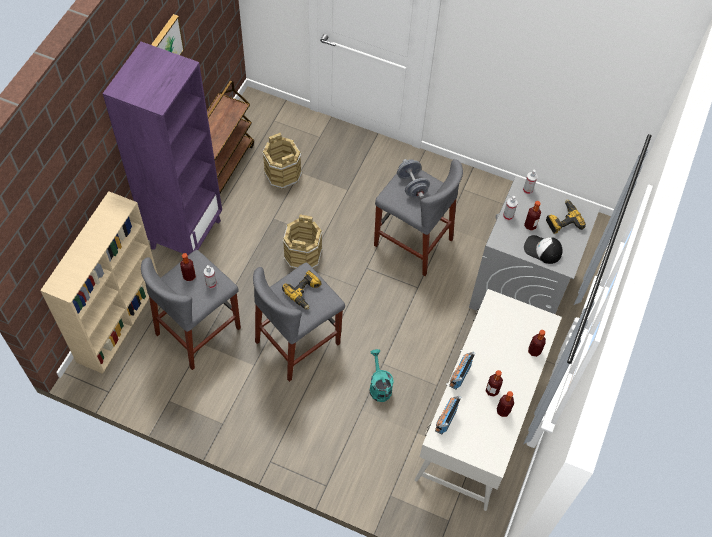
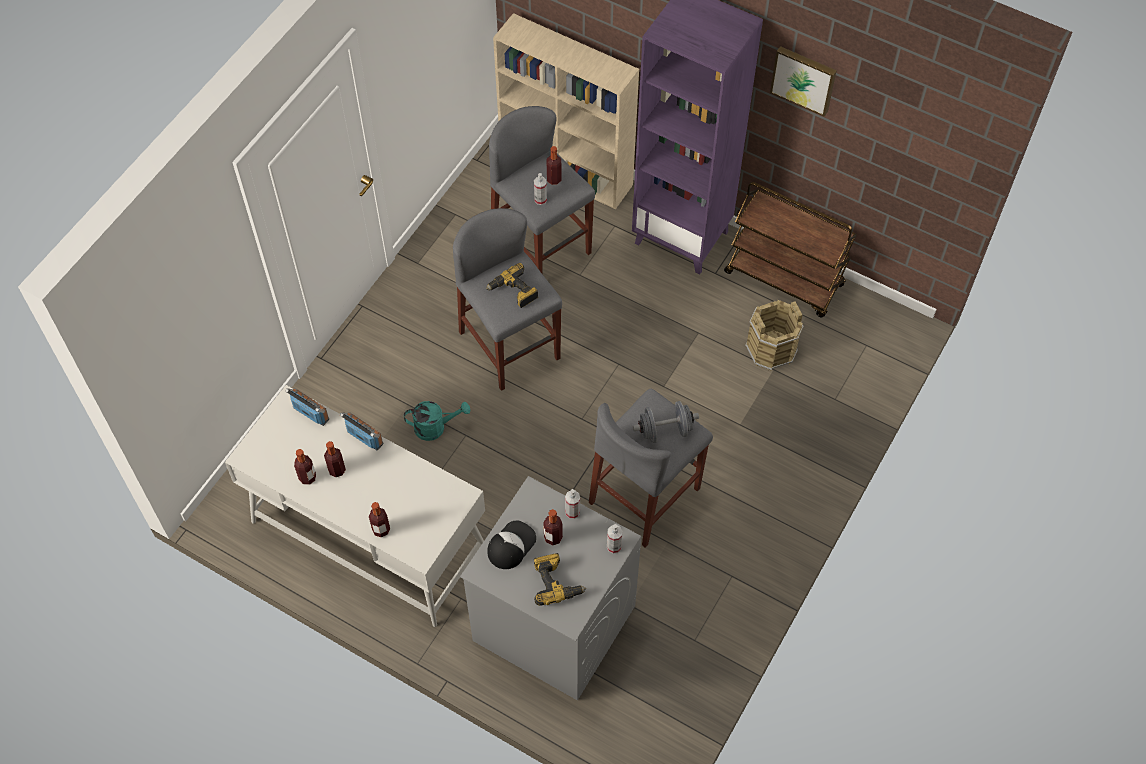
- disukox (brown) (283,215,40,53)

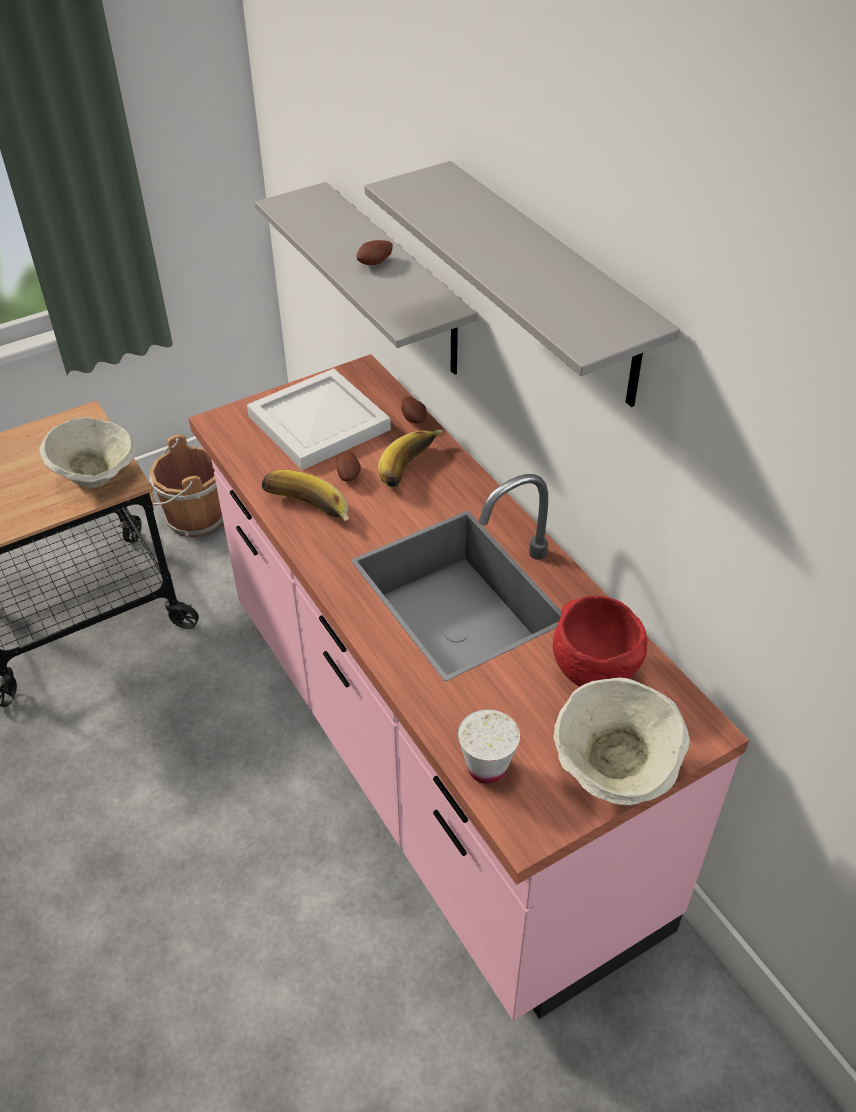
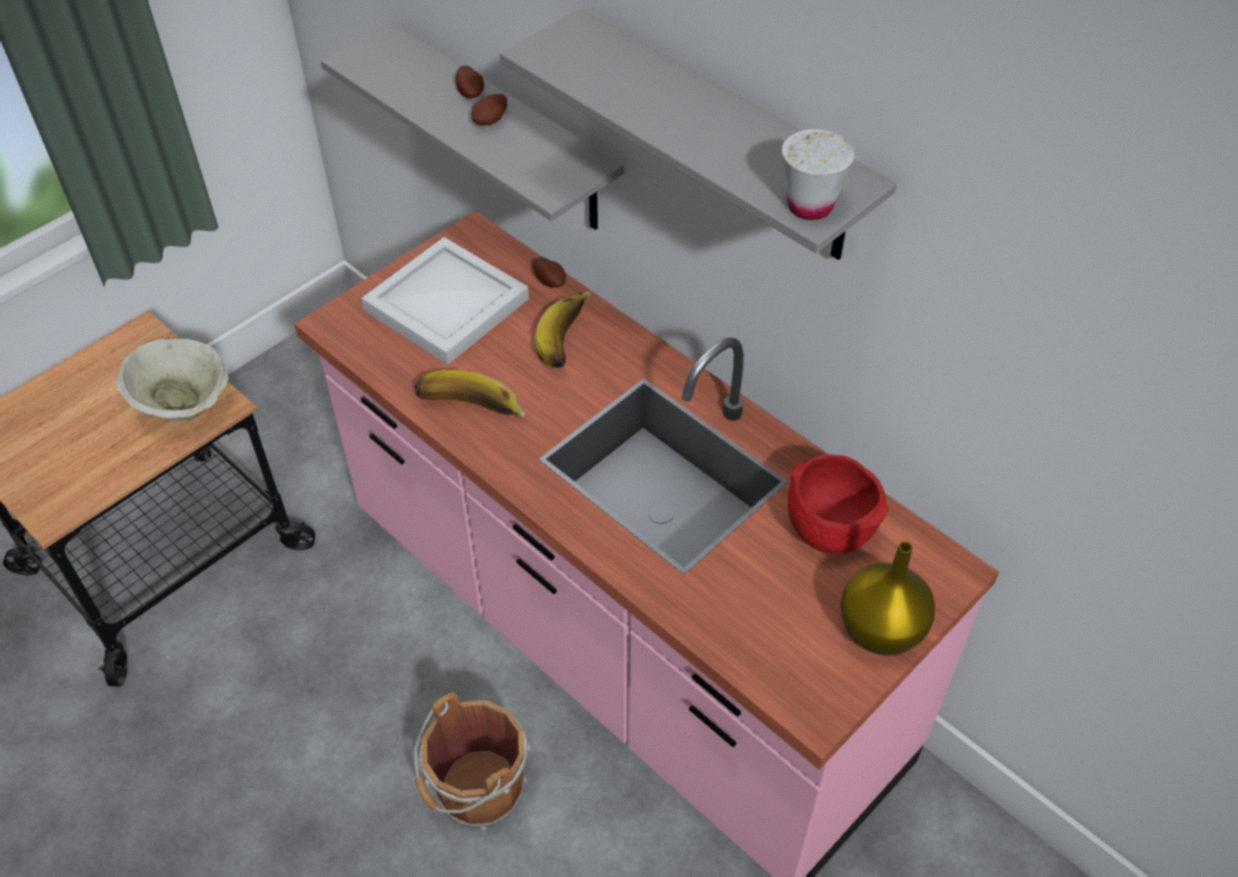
~ disukox (brown) (149,435,74,102) to (414,692,117,139)
~ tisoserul (336,450,25,32) to (455,66,29,32)
~ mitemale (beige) (554,678,136,127) to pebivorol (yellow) (840,541,95,115)
~ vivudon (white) (458,709,62,75) to (782,129,73,91)

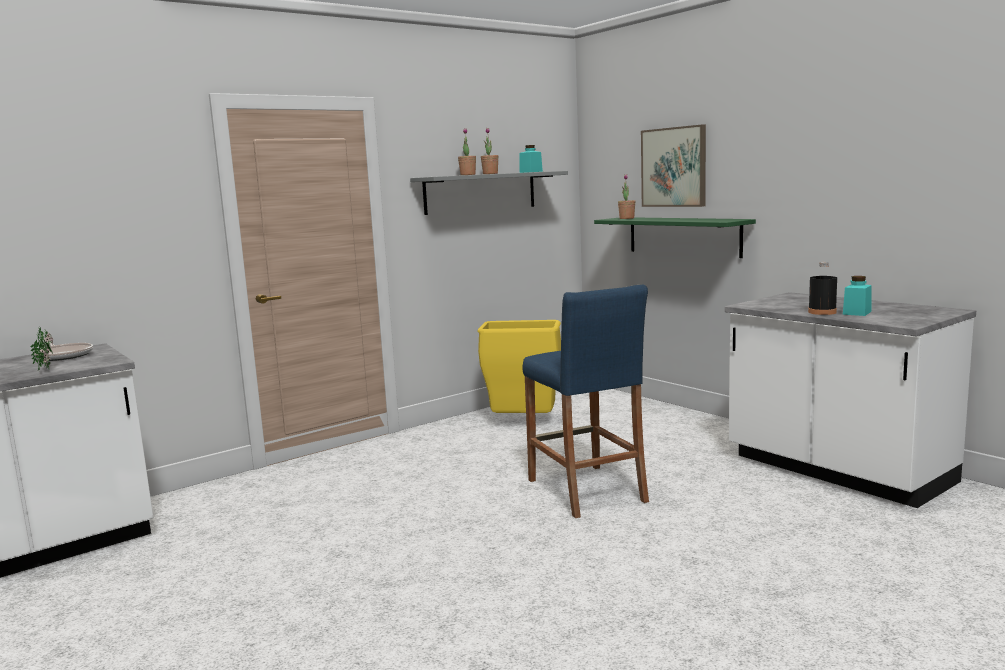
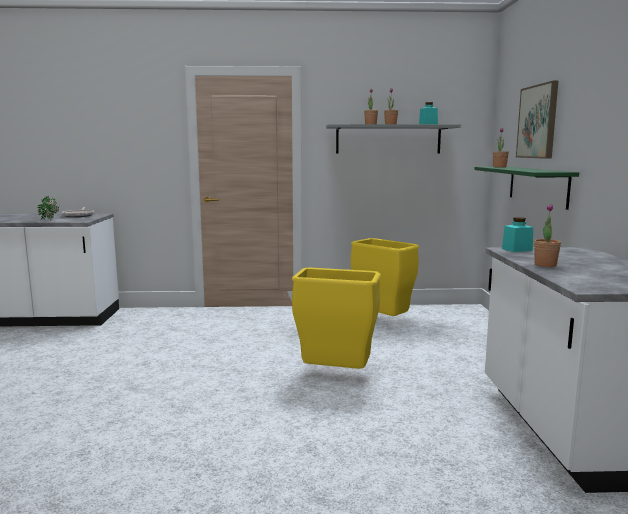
~ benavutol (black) (808,262,29,53) to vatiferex (534,204,27,63)
~ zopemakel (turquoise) (843,276,28,40) to (502,217,31,35)
~ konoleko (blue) (523,284,126,234) to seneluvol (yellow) (292,268,89,101)

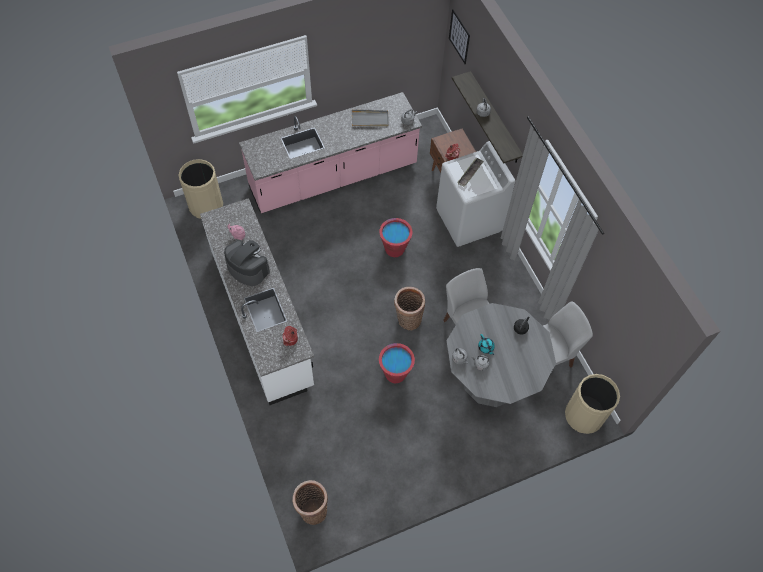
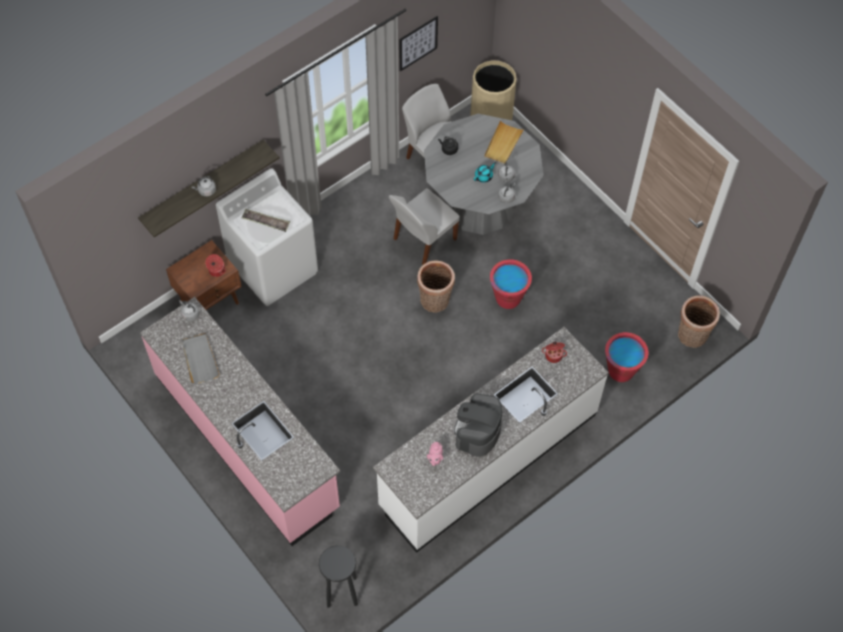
~ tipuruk (449,9,21,55) to (399,16,39,56)
~ seneluvol (beige) (178,159,45,60) to konoleko (black) (319,545,39,63)
~ disukox (red) (379,218,33,39) to (605,332,44,50)
+ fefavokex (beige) (484,120,40,44)

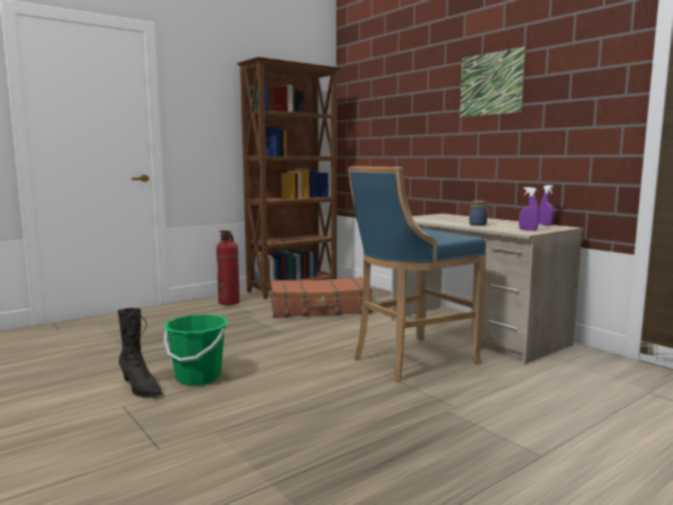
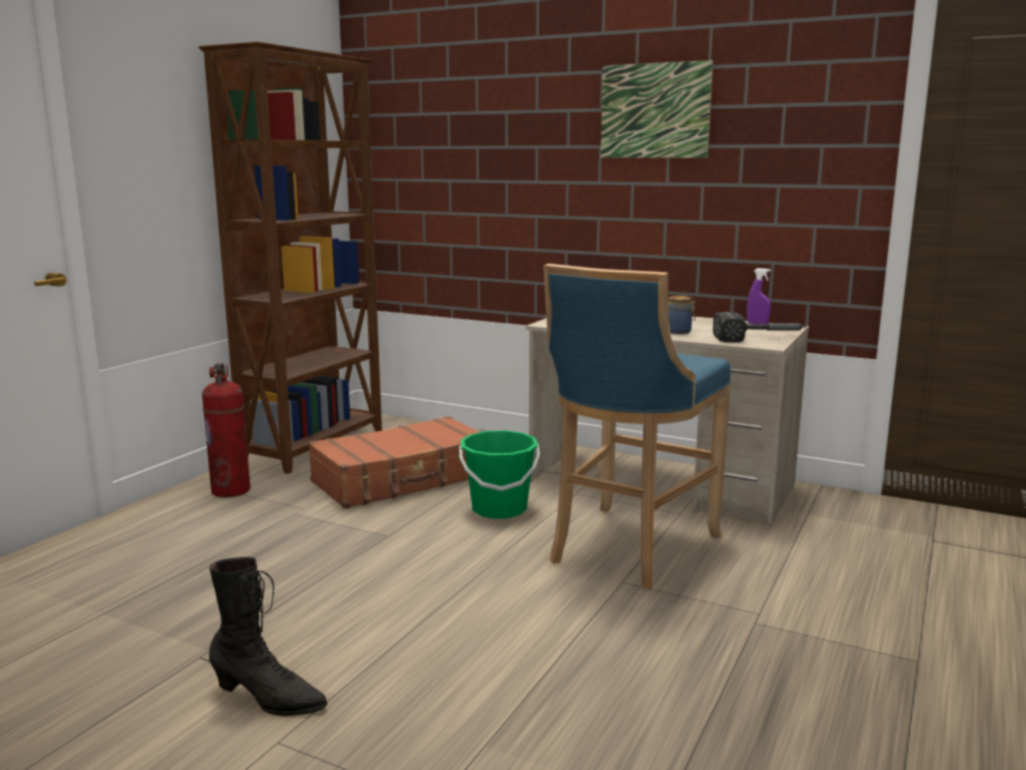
~ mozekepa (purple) (519,187,20,44) to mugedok (713,312,93,30)
~ disukox (green) (164,314,64,72) to (459,430,81,89)

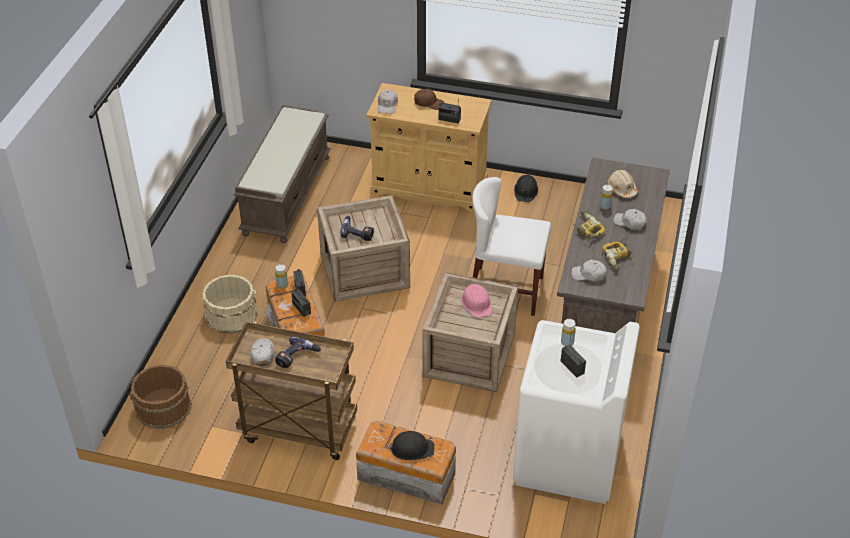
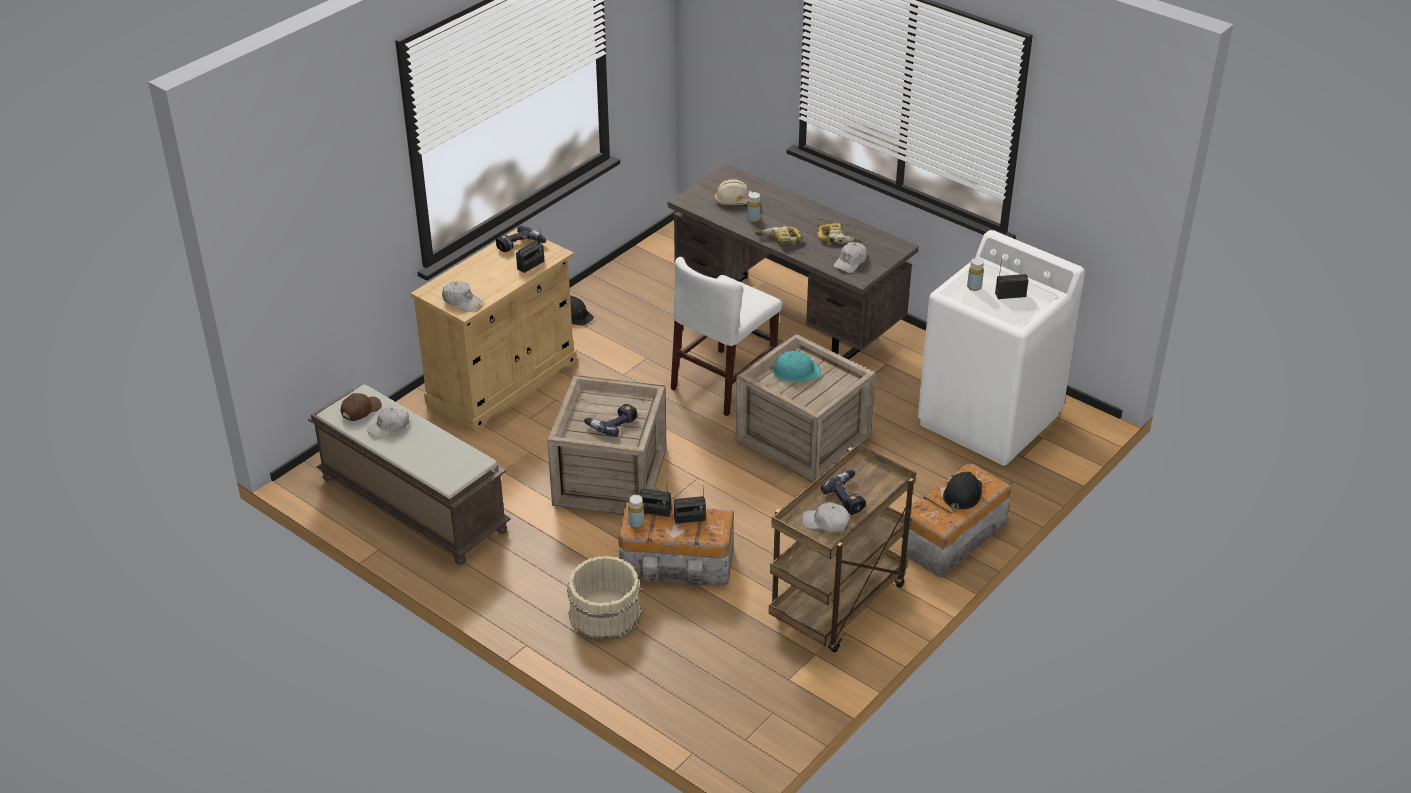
~ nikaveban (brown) (414,89,30,21) to (341,393,41,28)
~ nikaveban (white) (613,209,34,21) to (367,406,42,33)
~ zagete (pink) (461,284,31,34) to zagete (turquoise) (770,351,51,30)
- disukox (brown) (130,364,62,65)
+ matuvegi (496,225,51,27)

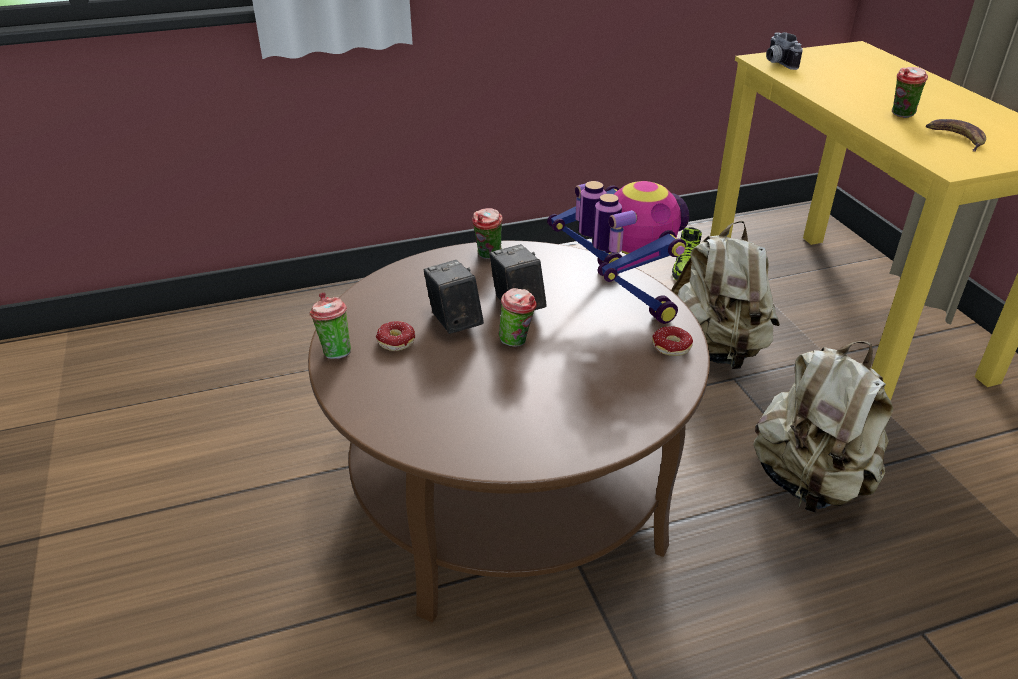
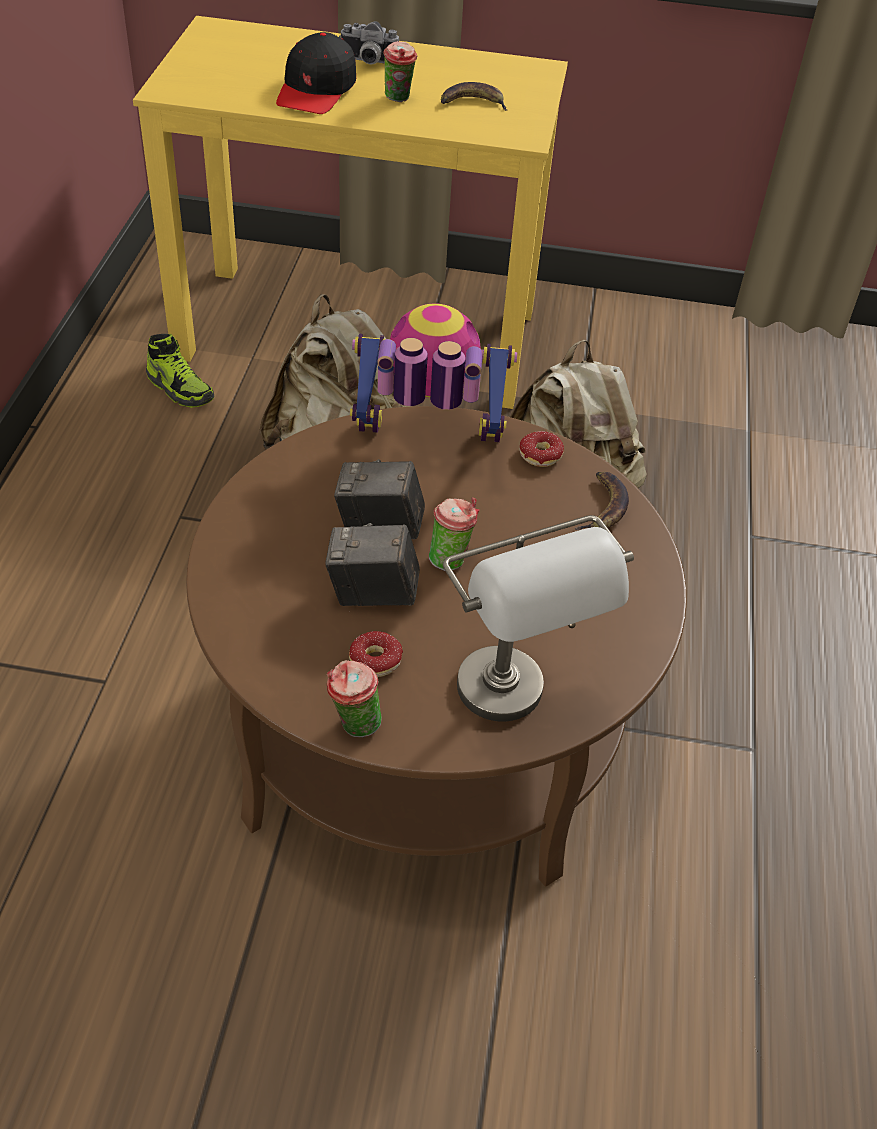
~ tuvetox (766,32,37,38) to (339,21,60,43)
- vivudon (472,208,31,51)
+ nikaveban (black) (276,32,80,82)
+ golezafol (574,472,55,58)
+ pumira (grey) (443,515,191,207)

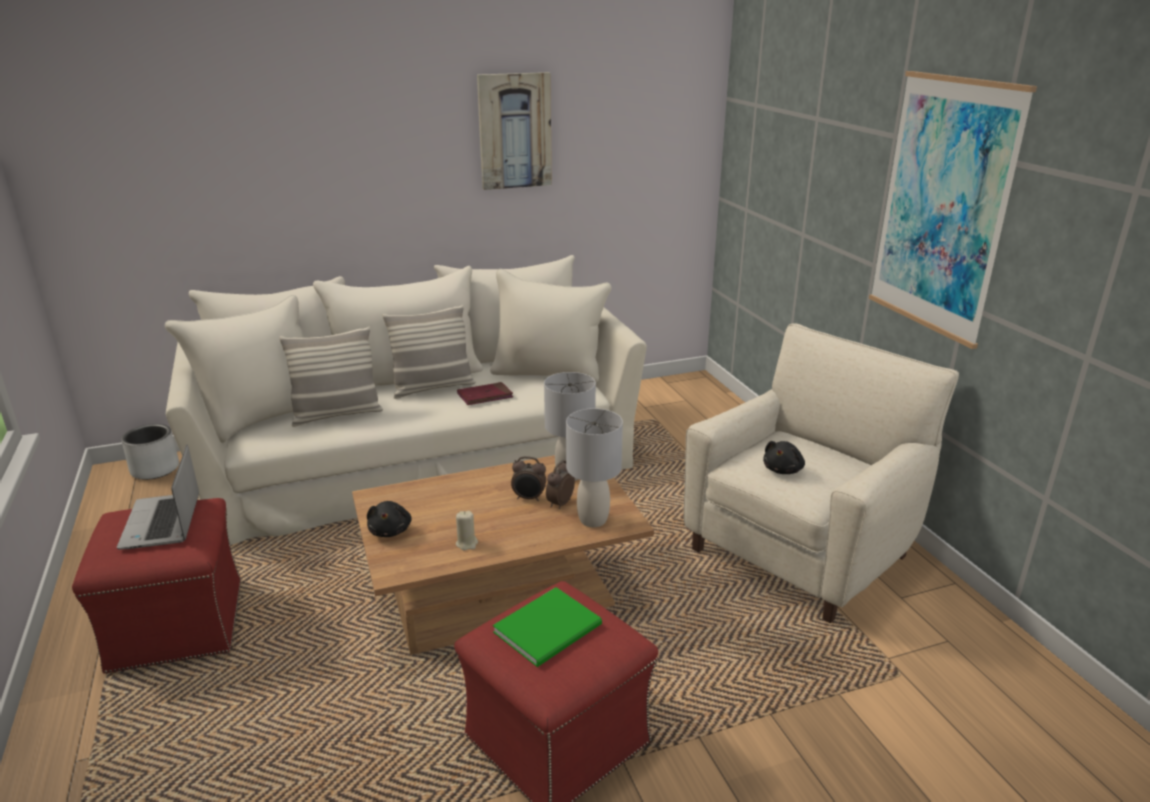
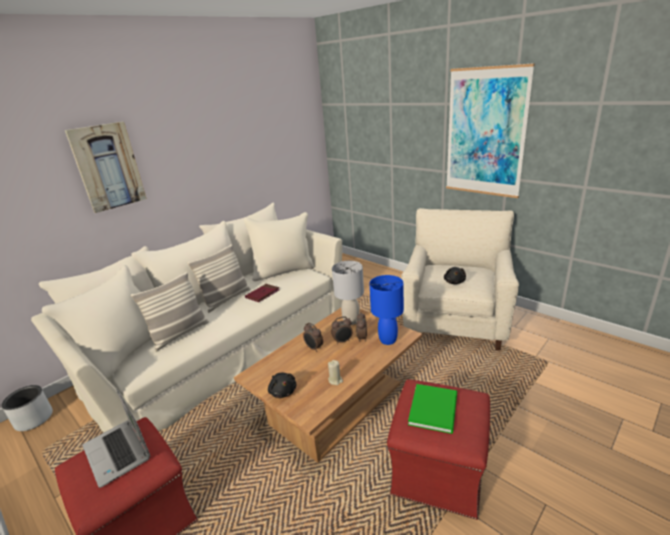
~ tipuruk (477,72,75,118) to (65,122,82,91)
~ pumira (grey) (566,408,57,119) to pumira (blue) (369,275,35,70)
+ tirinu (303,323,20,29)

